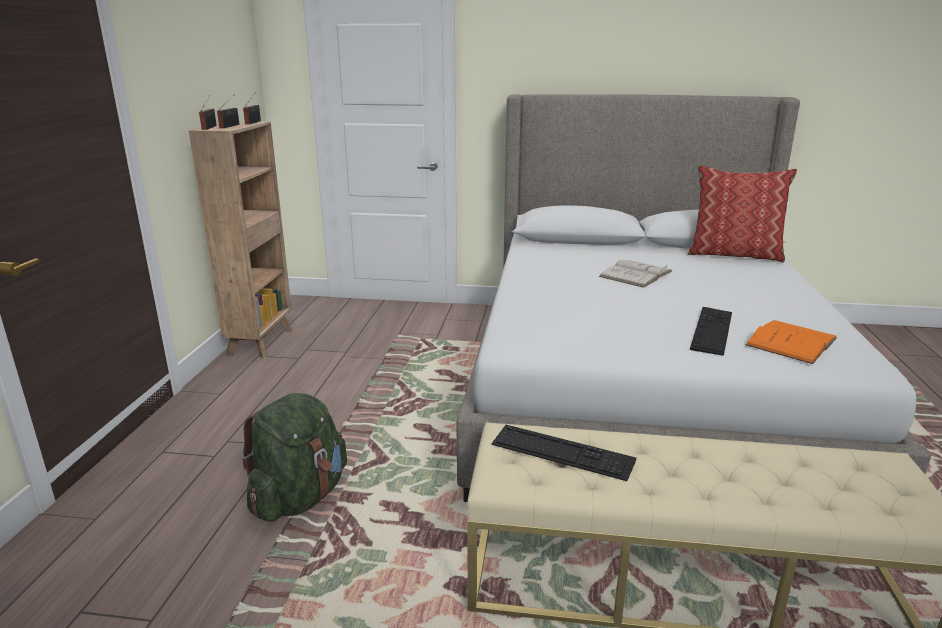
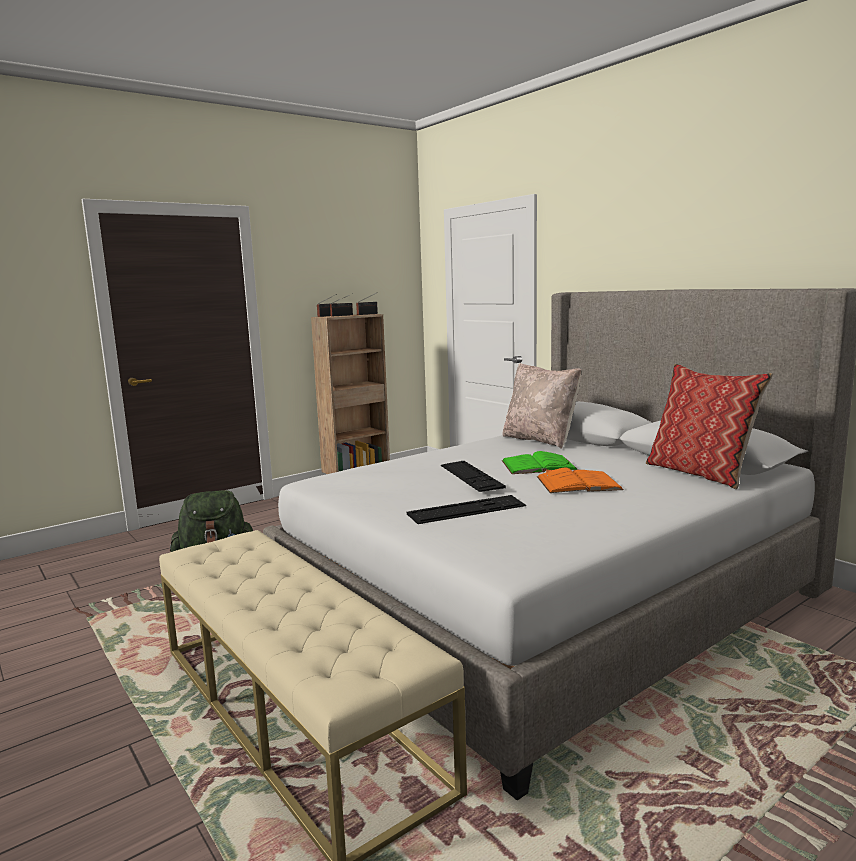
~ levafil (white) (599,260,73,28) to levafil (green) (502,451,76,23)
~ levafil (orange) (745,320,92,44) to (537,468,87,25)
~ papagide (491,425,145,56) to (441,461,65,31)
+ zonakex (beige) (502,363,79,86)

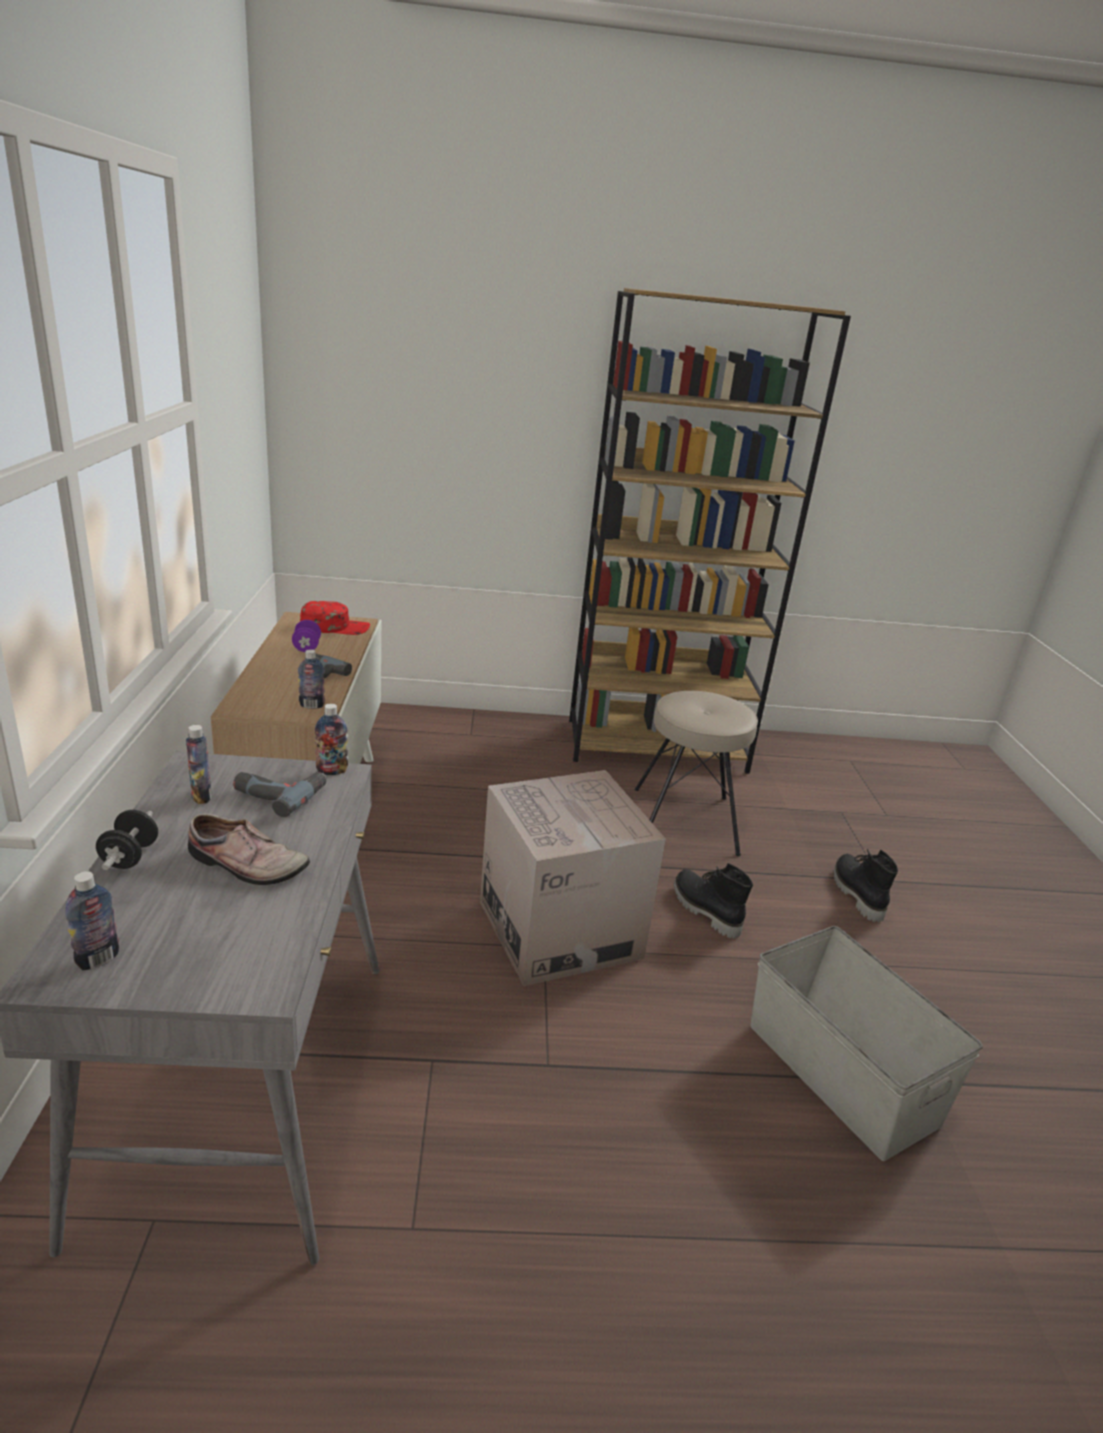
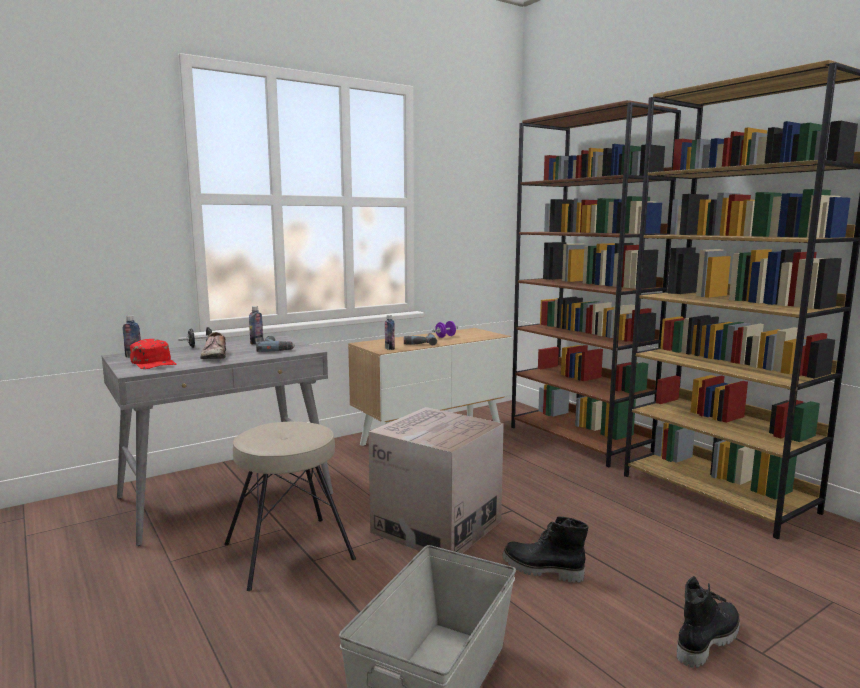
~ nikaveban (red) (300,601,70,34) to (130,339,46,30)
~ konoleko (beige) (634,691,124,165) to (224,421,132,170)
- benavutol (315,704,33,71)
~ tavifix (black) (674,863,79,75) = (502,516,86,67) 90 degrees counterclockwise
+ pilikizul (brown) (511,100,170,367)

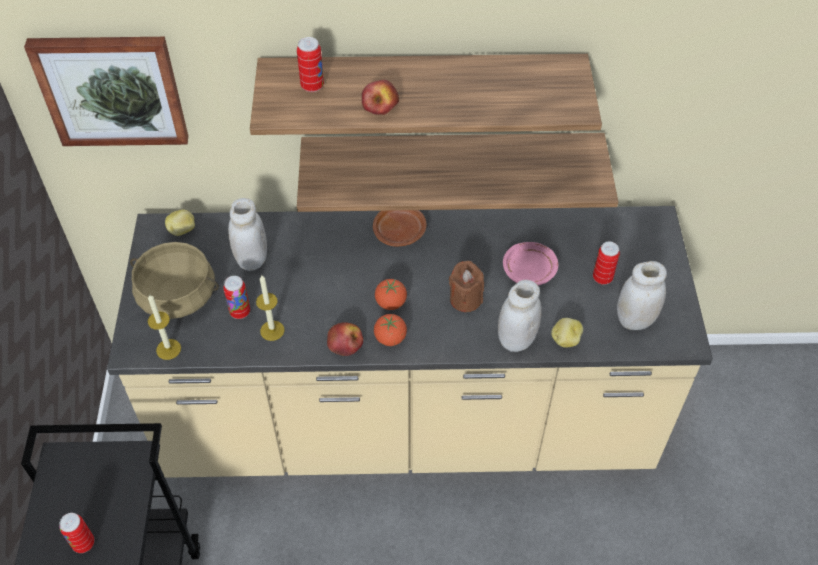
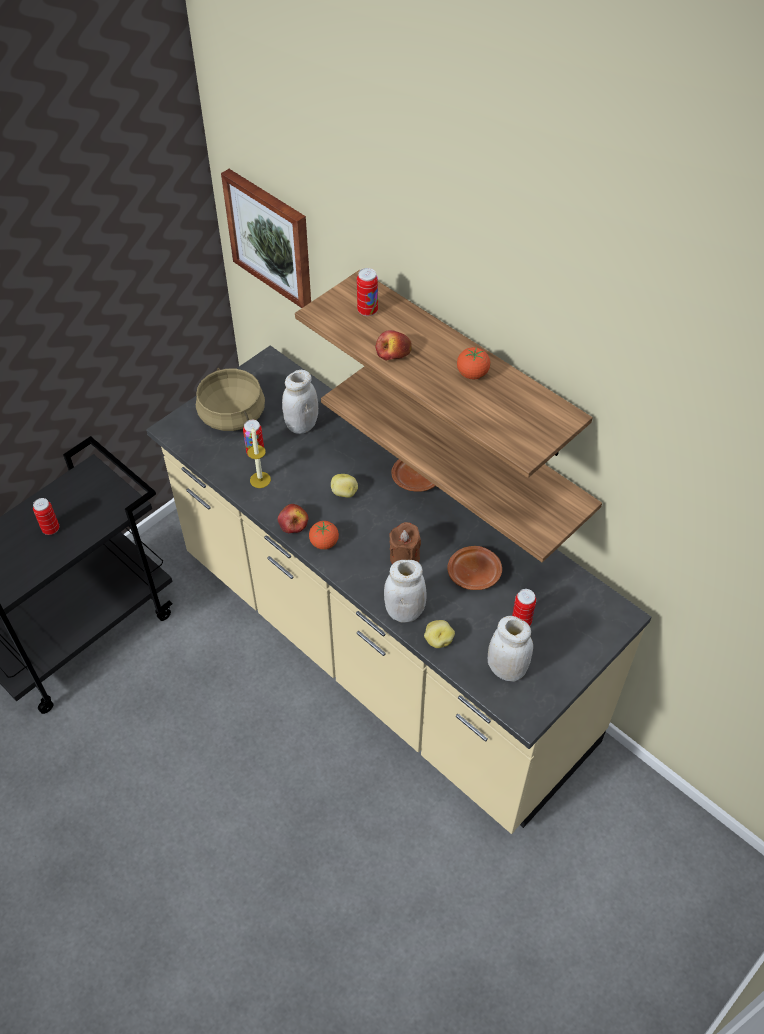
~ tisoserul (165,210,30,26) to (331,474,27,24)
~ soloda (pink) (503,242,55,43) to soloda (brown) (447,546,55,44)
~ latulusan (375,279,32,31) to (457,347,33,32)
- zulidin (148,294,33,66)

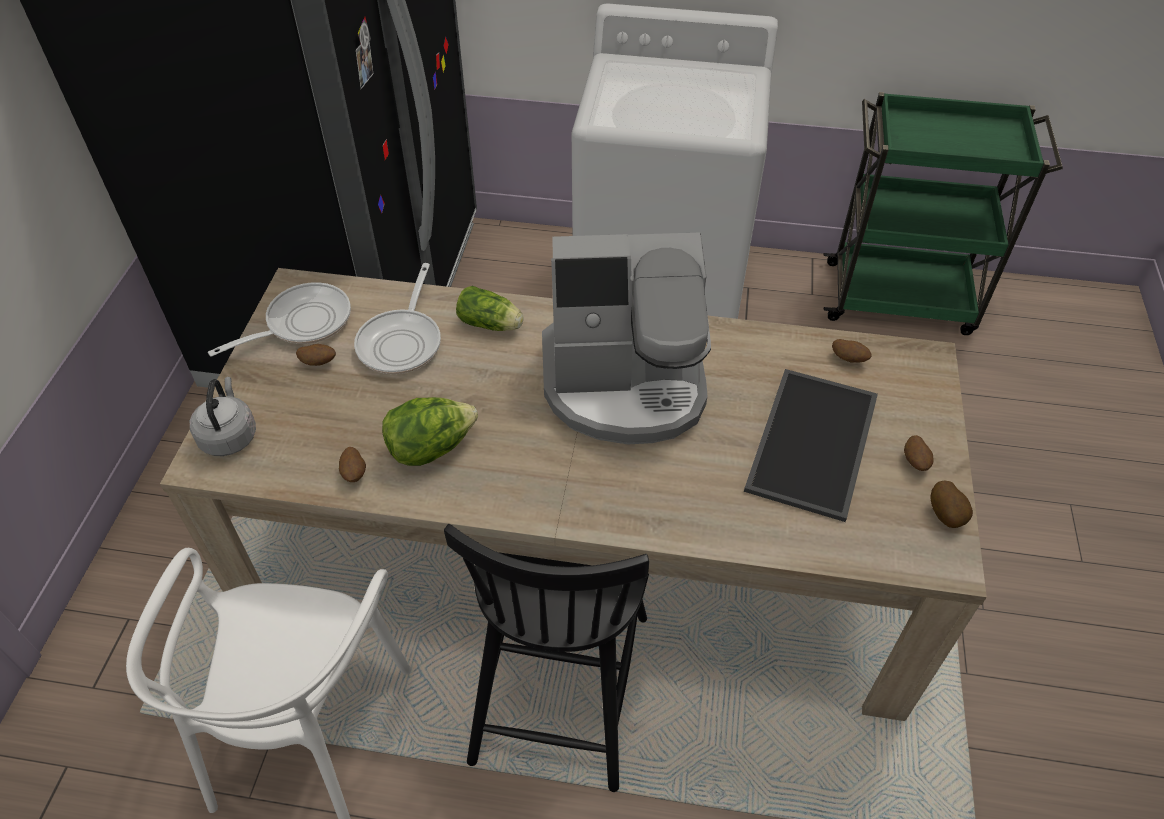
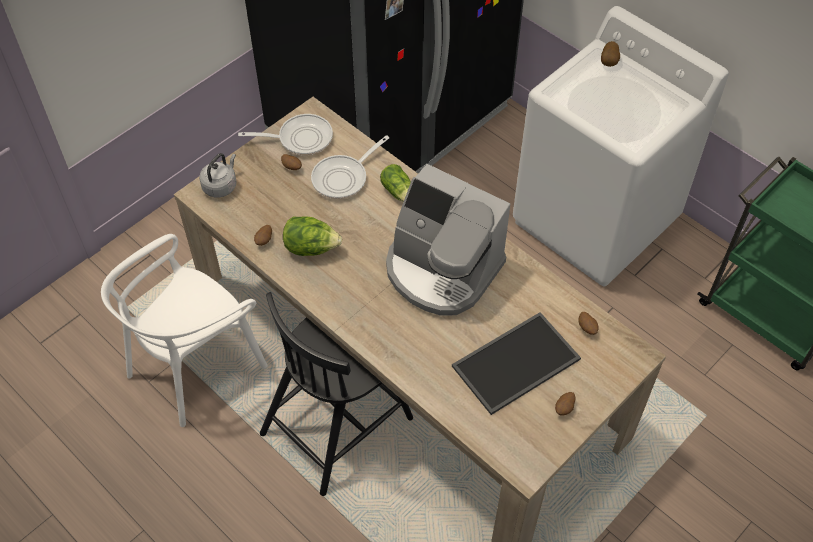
~ tisoserul (930,481,43,47) to (601,41,19,26)

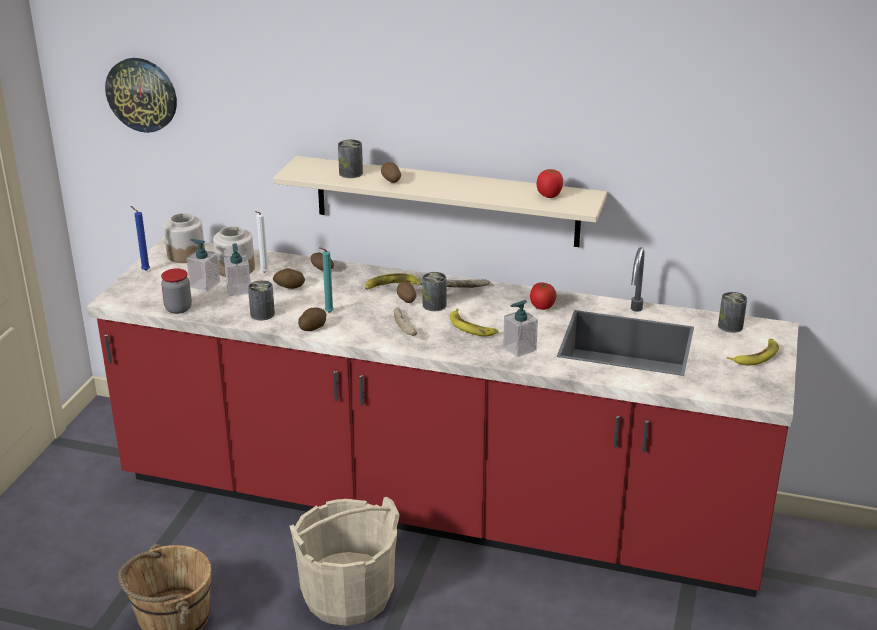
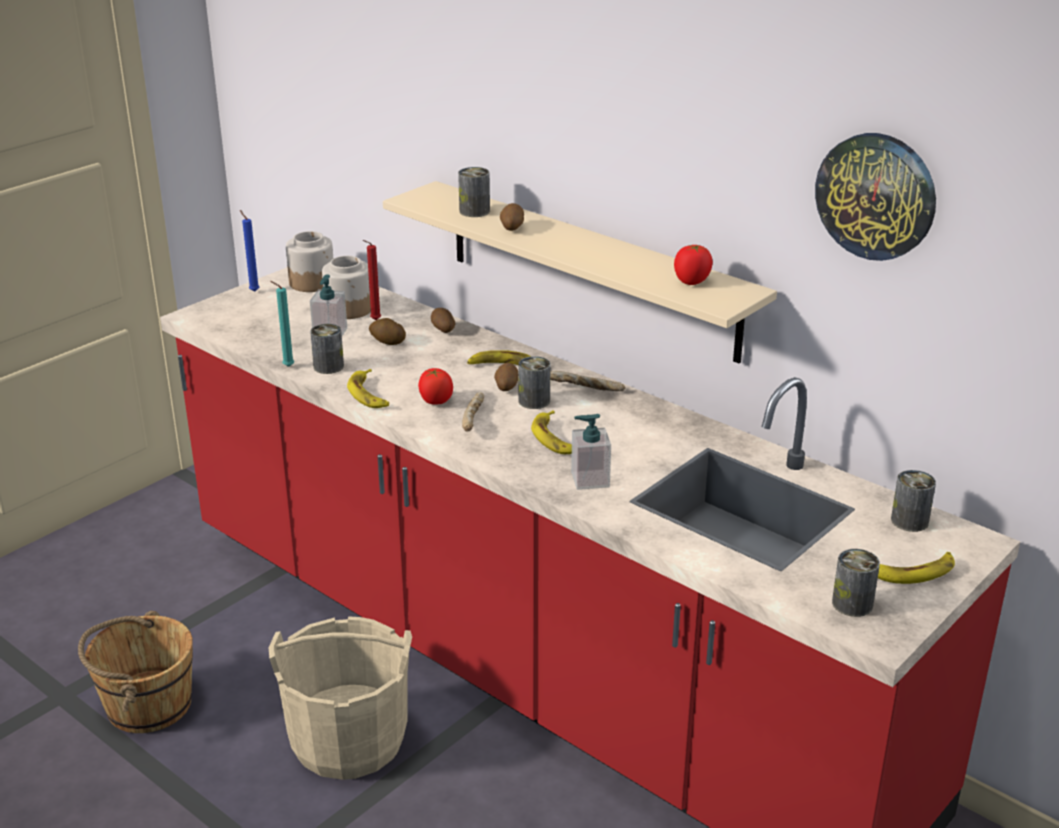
~ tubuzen (105,58,72,75) to (815,133,121,128)
~ zulidin (white) (255,211,14,62) to zulidin (red) (362,240,19,80)
- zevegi (186,239,34,53)
~ zulidin (turquoise) (319,247,15,66) to (270,281,24,86)
- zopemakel (161,268,31,46)
~ latulusan (530,282,26,28) to (418,368,35,37)
~ tisoserul (298,308,29,23) to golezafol (347,369,42,39)
+ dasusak (832,549,48,68)

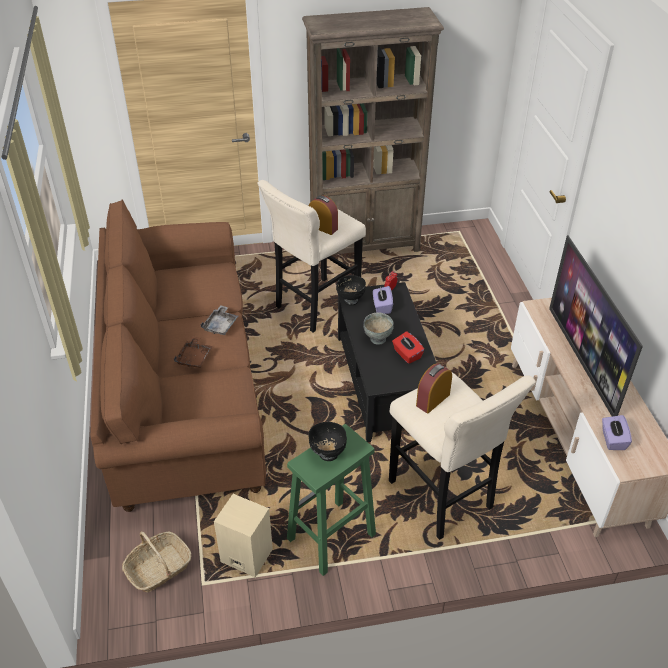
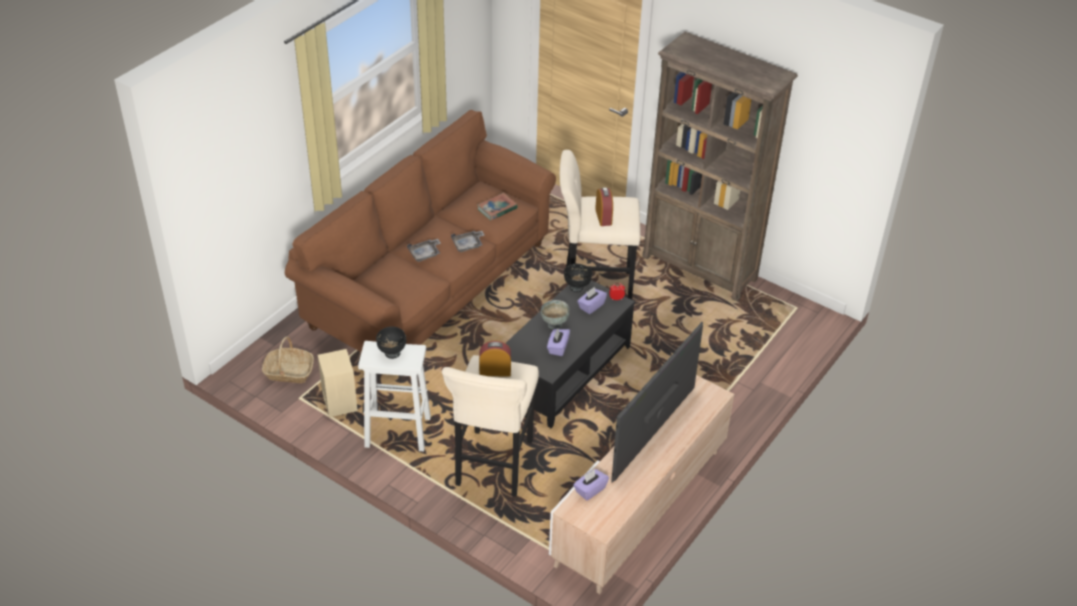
~ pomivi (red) (392,332,32,32) to pomivi (purple) (547,328,23,28)
~ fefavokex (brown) (174,336,39,32) to fefavokex (grey) (407,239,34,23)
~ konoleko (green) (287,424,89,152) to konoleko (white) (358,341,73,110)
+ levafil (477,193,41,27)

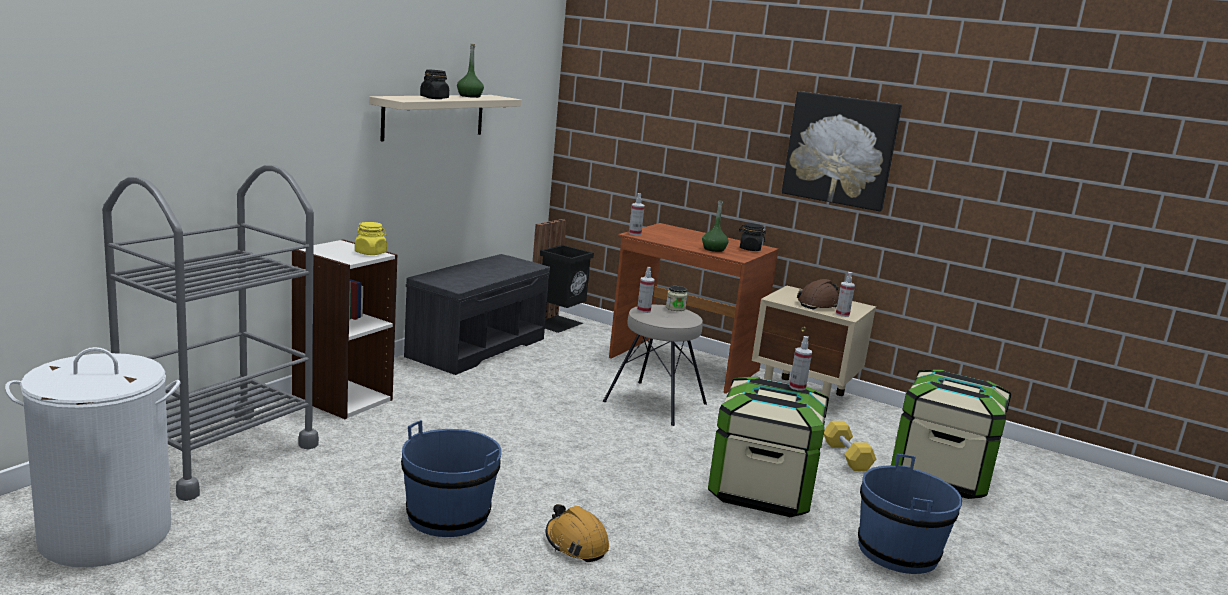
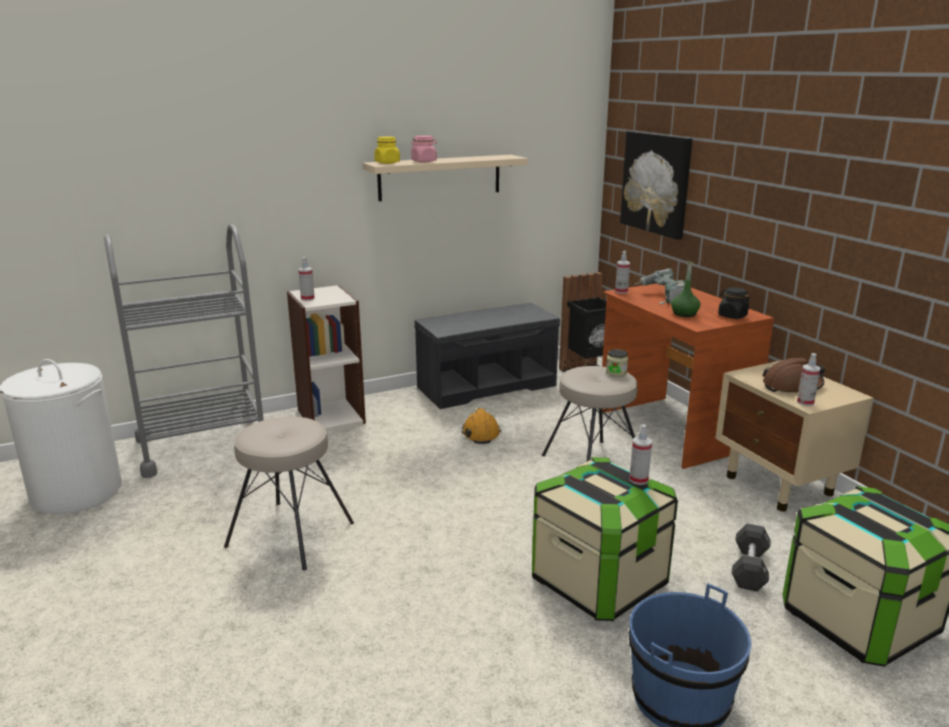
- benavutol (green) (457,44,27,54)
~ zopemakel (black) (420,70,29,29) to zopemakel (pink) (411,136,26,26)
~ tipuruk (782,91,120,120) to (620,131,72,109)
~ zopemakel (yellow) (355,222,32,33) to (374,136,26,28)
~ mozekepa (637,267,18,46) to (298,257,17,44)
~ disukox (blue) (401,420,101,117) to konoleko (beige) (224,417,130,153)
~ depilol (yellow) (824,421,52,50) to depilol (black) (732,523,39,69)
~ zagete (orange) (546,504,63,58) to (461,408,40,36)
+ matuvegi (635,268,50,36)

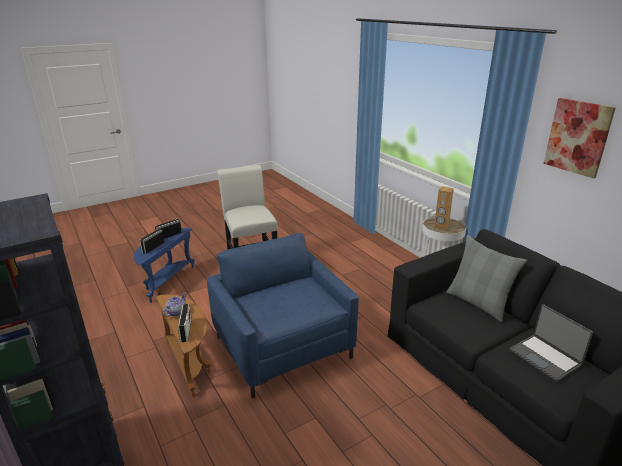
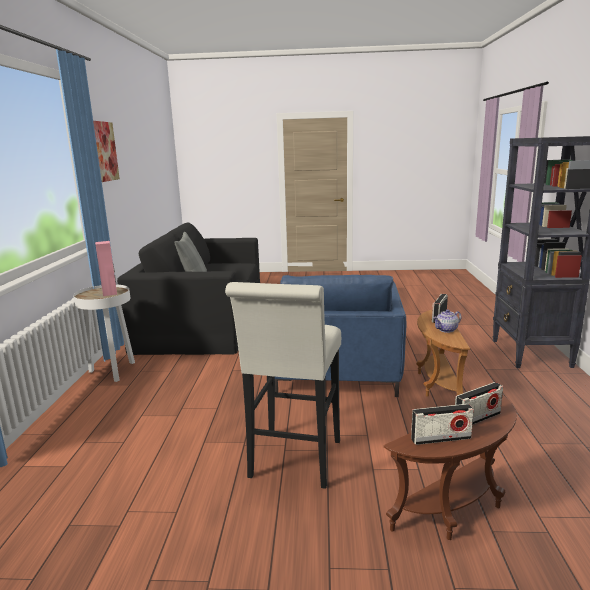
~ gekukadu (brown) (434,186,20,45) to gekukadu (pink) (95,241,22,55)
~ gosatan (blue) (134,228,61,75) to gosatan (brown) (383,395,134,145)
- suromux (510,304,83,78)

